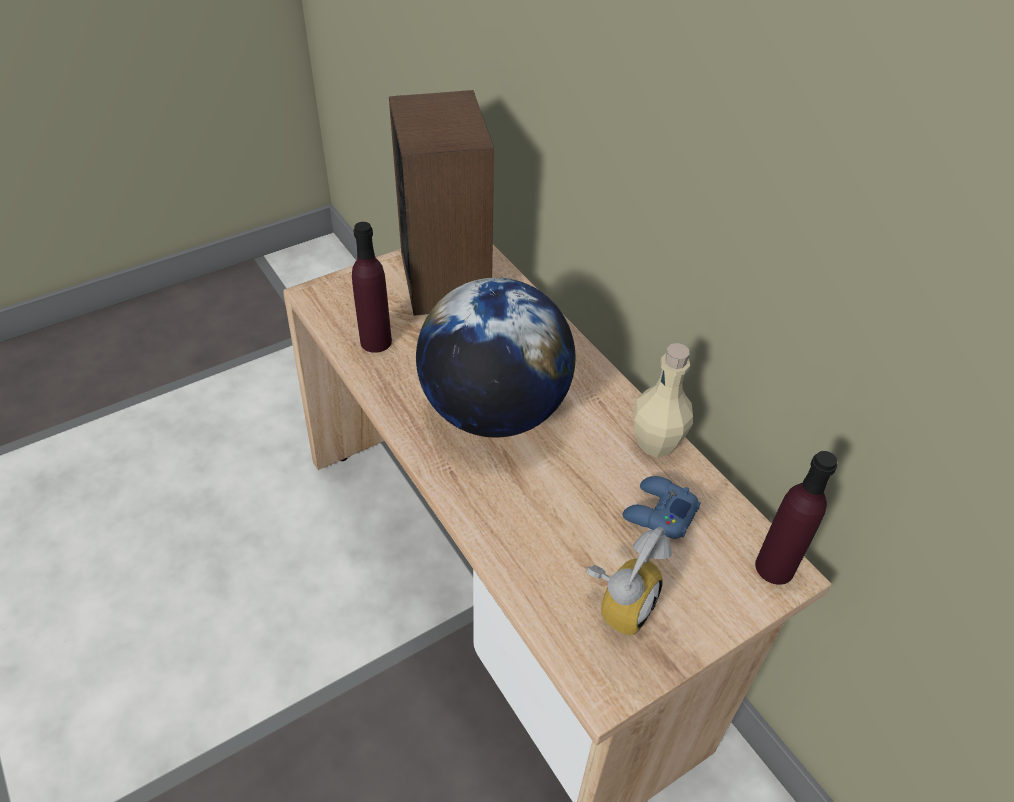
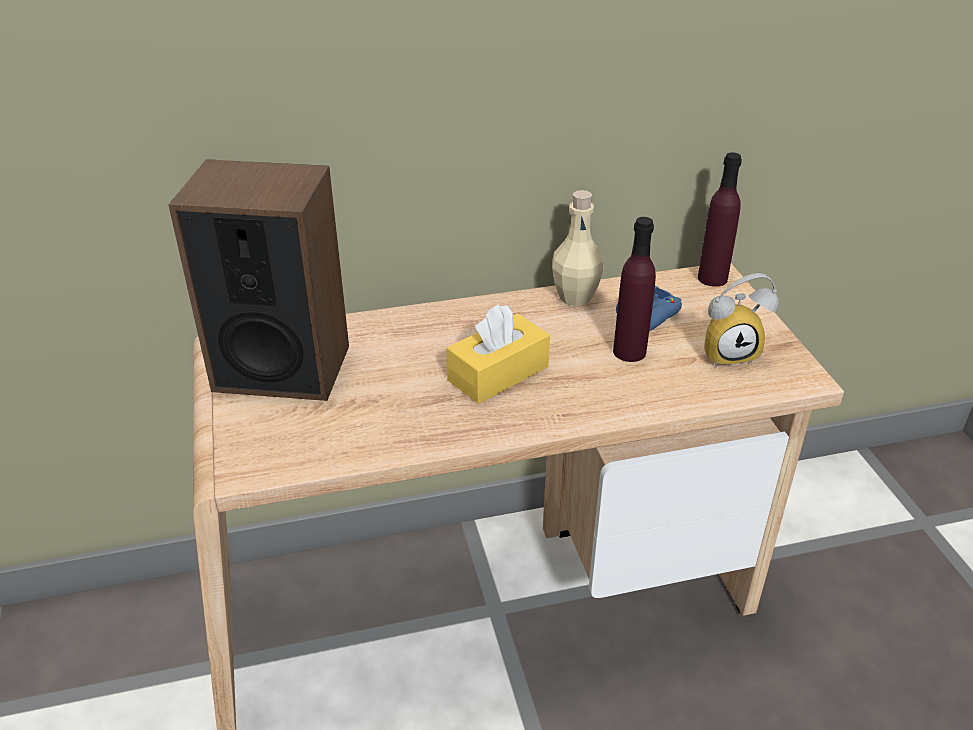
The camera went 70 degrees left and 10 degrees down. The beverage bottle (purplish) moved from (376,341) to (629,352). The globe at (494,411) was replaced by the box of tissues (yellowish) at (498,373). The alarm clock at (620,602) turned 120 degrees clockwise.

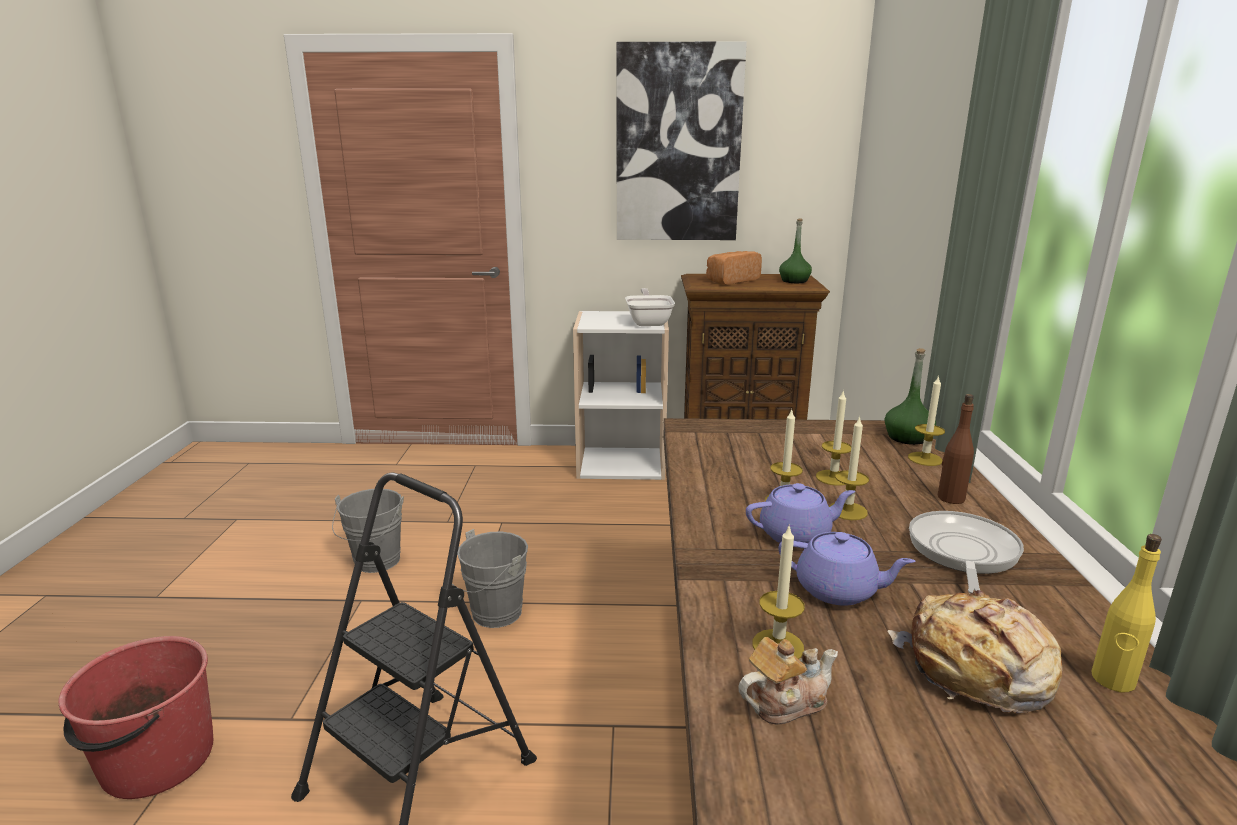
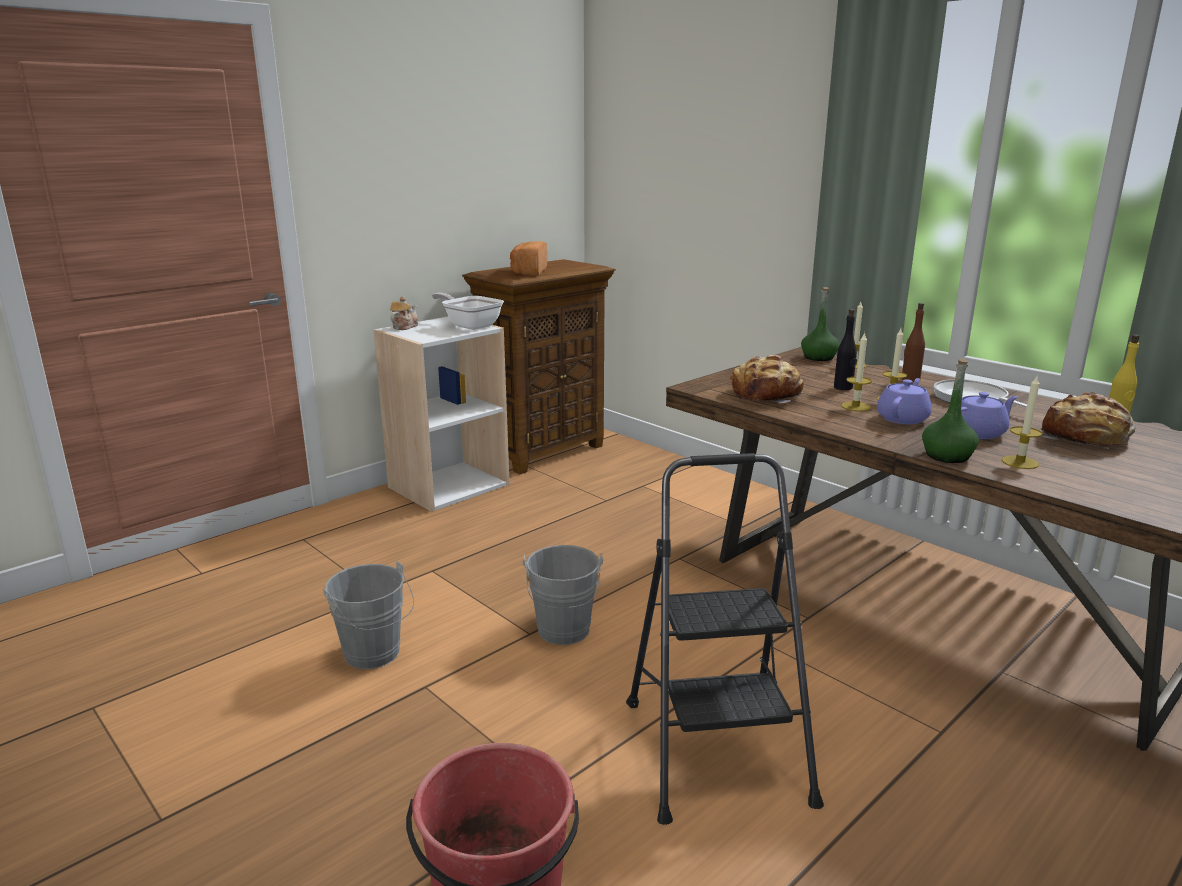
The camera went 45 degrees left and 0 degrees up. The picture at (678,145) disappeared. The beverage bottle (green) moved from (794,281) to (947,456). The candle at (833,477) was replaced by the beverage bottle (black) at (843,388). The tea pot moved from (784,702) to (404,327). The bakery bread at (766,395) appeared.

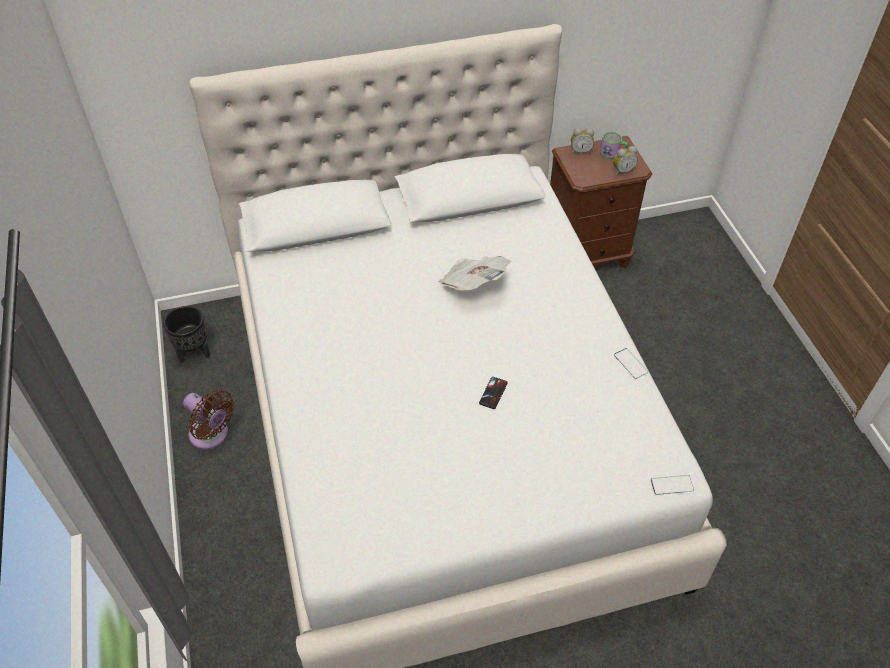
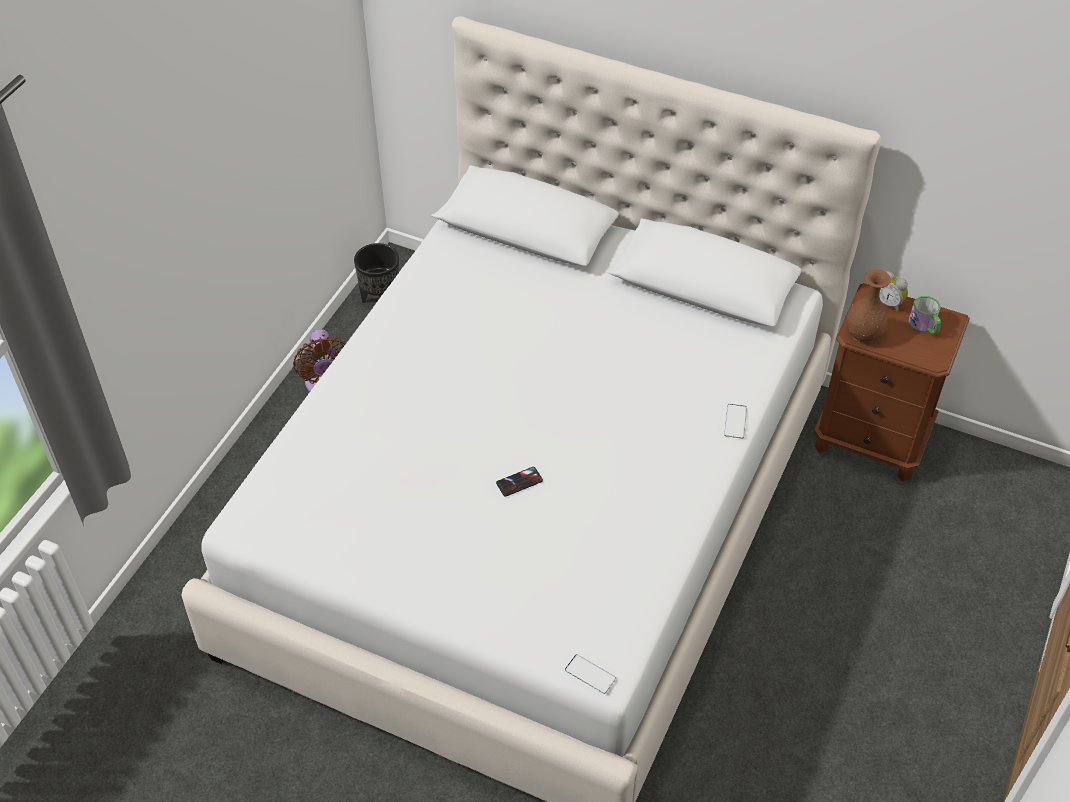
The camera went 40 degrees right and 0 degrees up. The alarm clock at (622,171) disappeared. The printed paper at (473,284) disappeared. The handset moved from (630,363) to (735,421). The decorative vase (brownish) at (863,334) appeared.

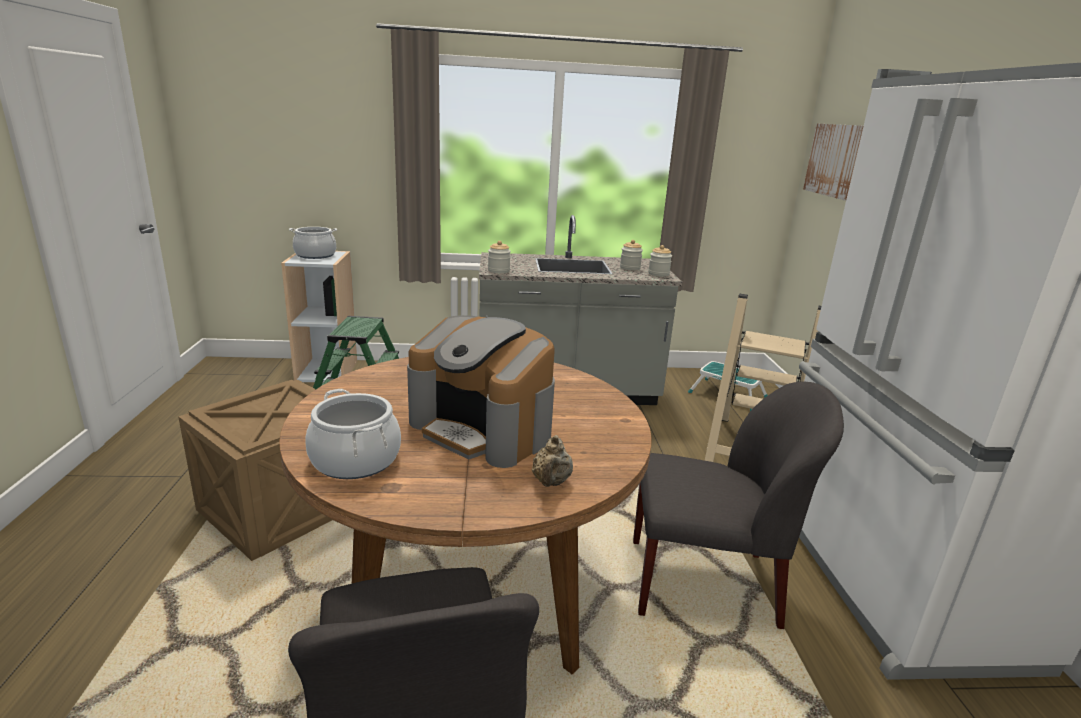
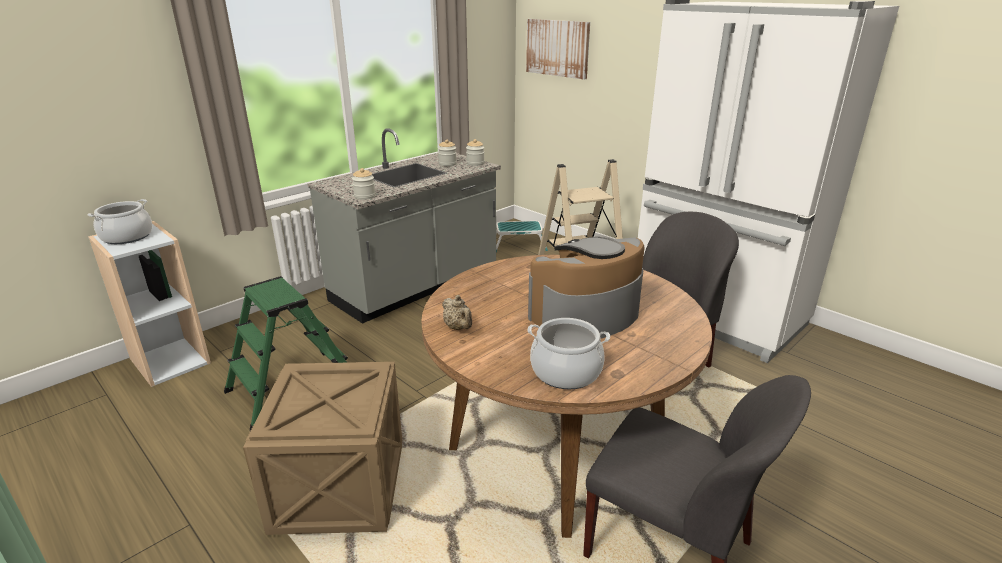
The camera went 40 degrees left and 5 degrees up. The coffee machine at (483,429) turned 150 degrees clockwise. The tea pot (beige-coloured) moved from (551,482) to (458,328).

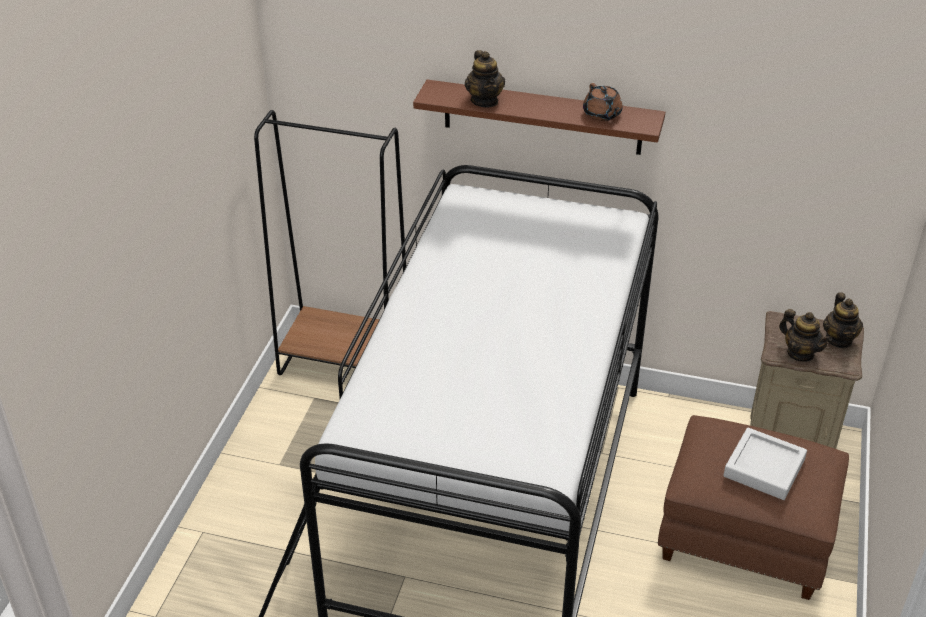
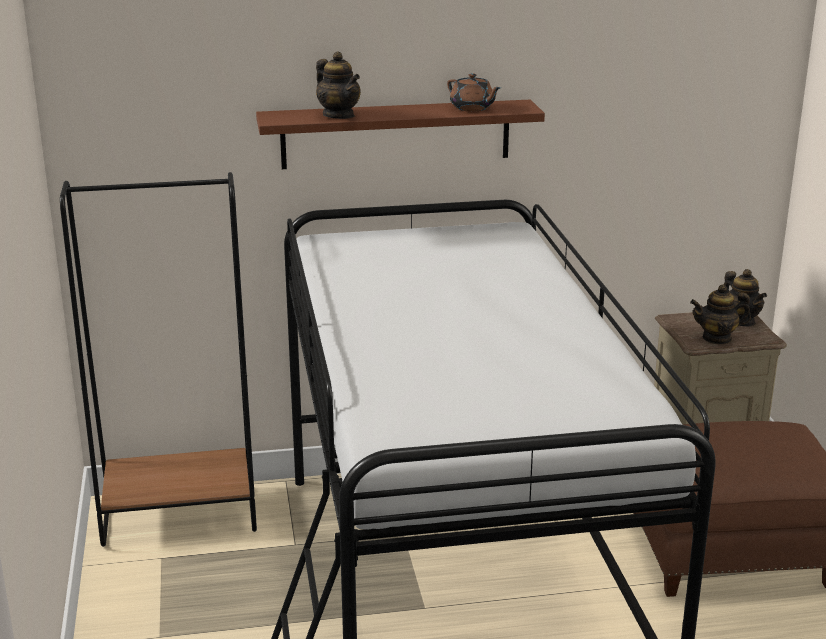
The camera went 25 degrees left and 15 degrees down. The tea pot at (800,353) turned 150 degrees clockwise. The carrying tray (gray) at (764,468) disappeared.

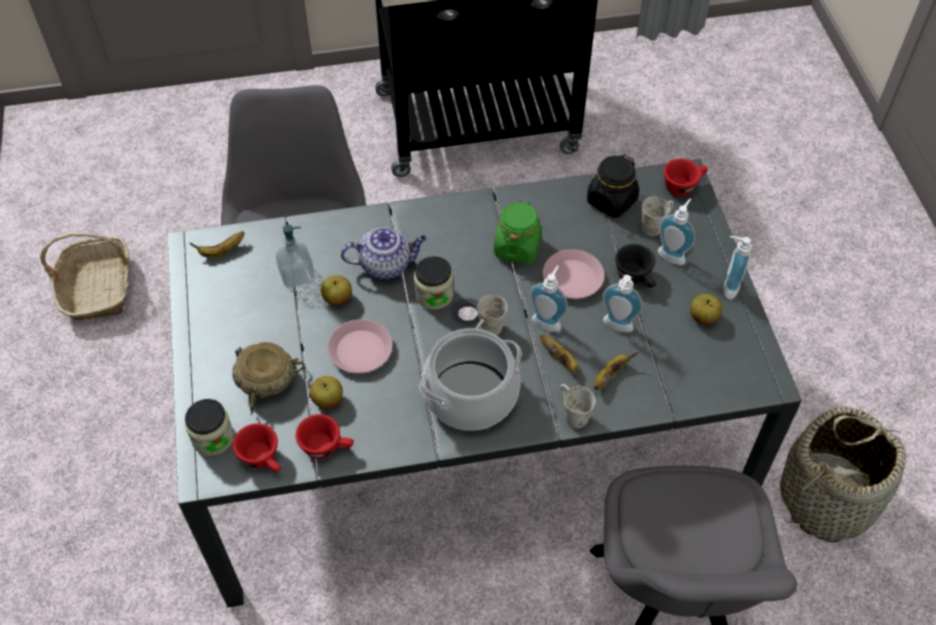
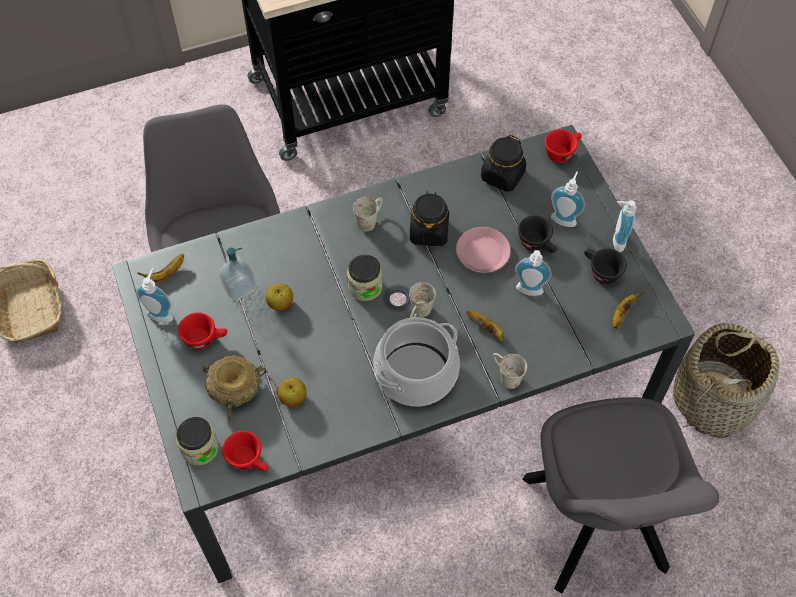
The camera went 10 degrees left and 5 degrees up. The coffee mug (whitish) moved from (656,225) to (370,220). The storage jar (green) at (517,247) became the storage jar (black) at (429,231). The tea pot at (386,265) disappeared. The soap dispenser moved from (548,321) to (161,313). The whole apple at (703,317) was replaced by the drinking cup (black) at (600,272). The dinner plate (pink) at (360,350) disappeared. The banana moved from (609,375) to (622,314). The drinking cup (reddish) moved from (327,447) to (205,338).

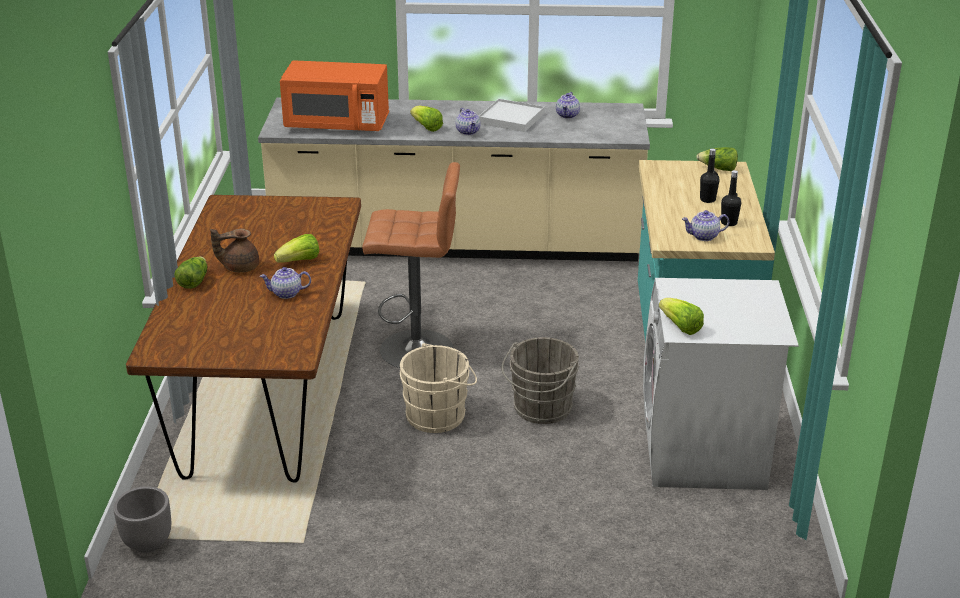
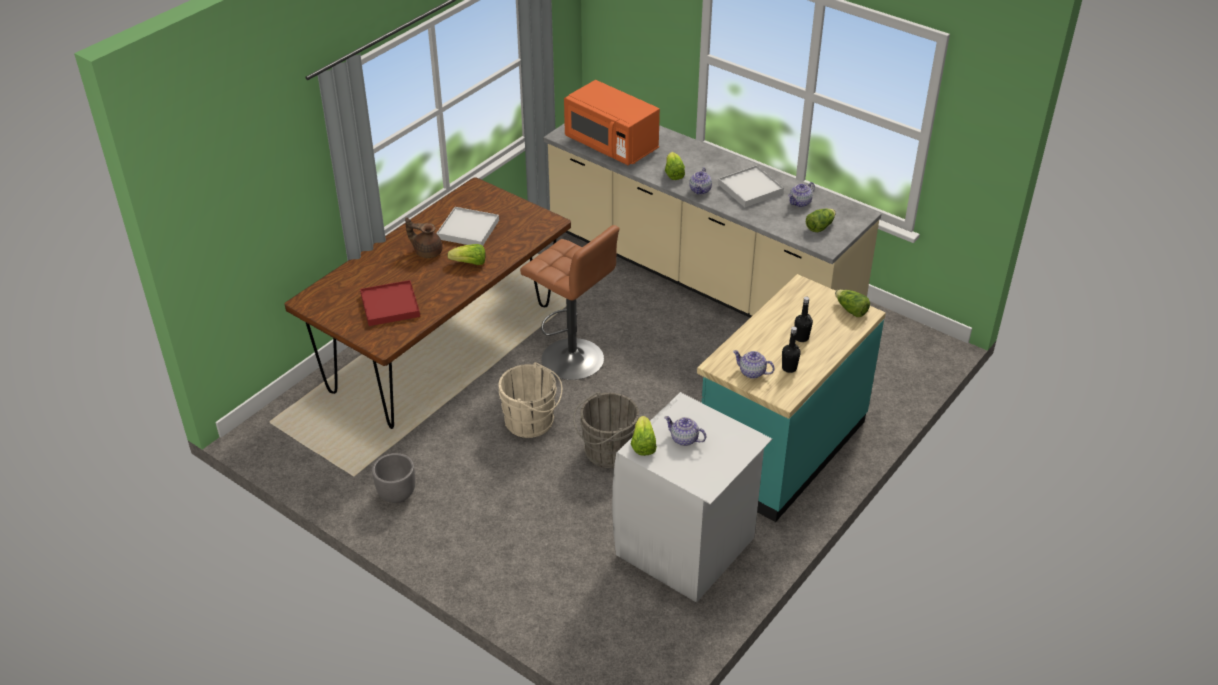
The camera went 35 degrees right and 10 degrees up. The lettuce head moved from (193,281) to (819,226). The tea pot moved from (286,293) to (684,439). The flower pot (gray) moved from (147,543) to (396,494). The carrying tray (whitish) at (468,229) appeared. The carrying tray (reddish) at (390,305) appeared.

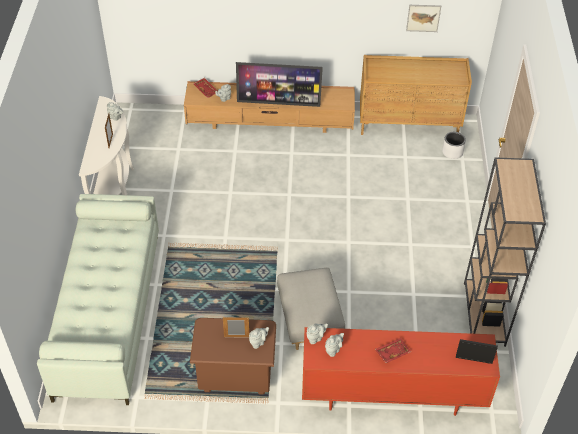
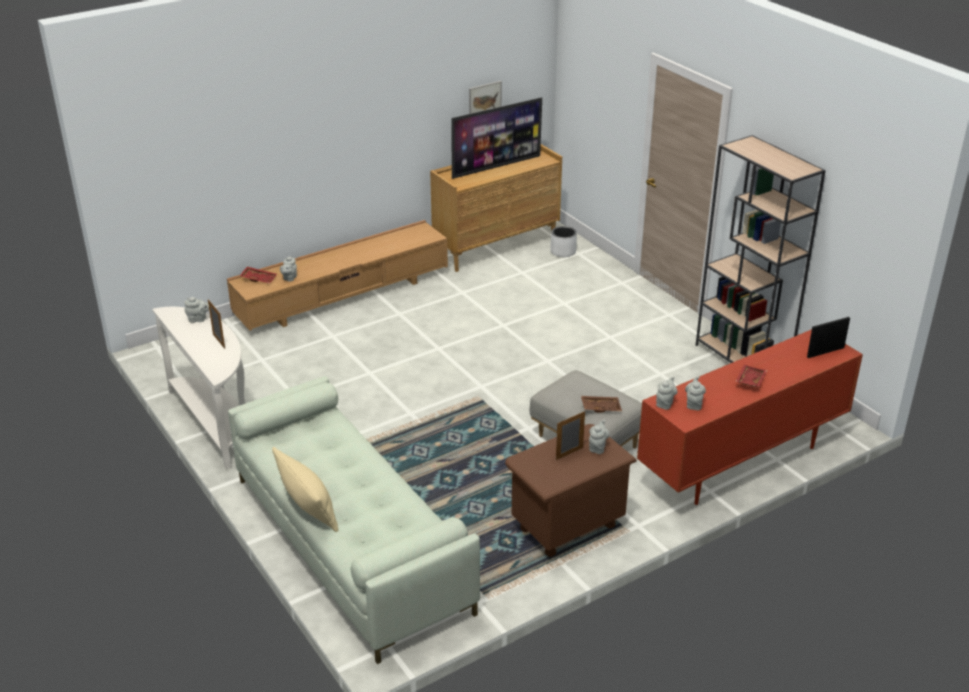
The camera went 35 degrees left and 15 degrees down. The TV set moved from (278,103) to (496,166). The carrying tray (brownish) at (600,407) appeared. The throw pillow (beige-coloured) at (308,507) appeared.

